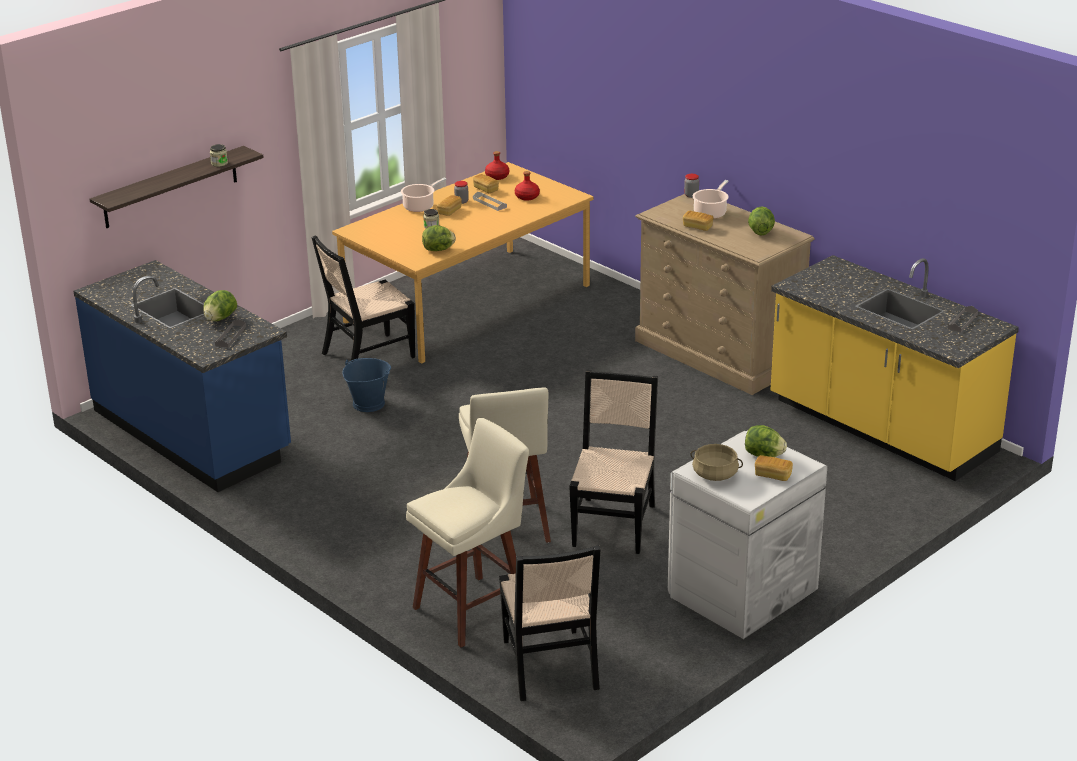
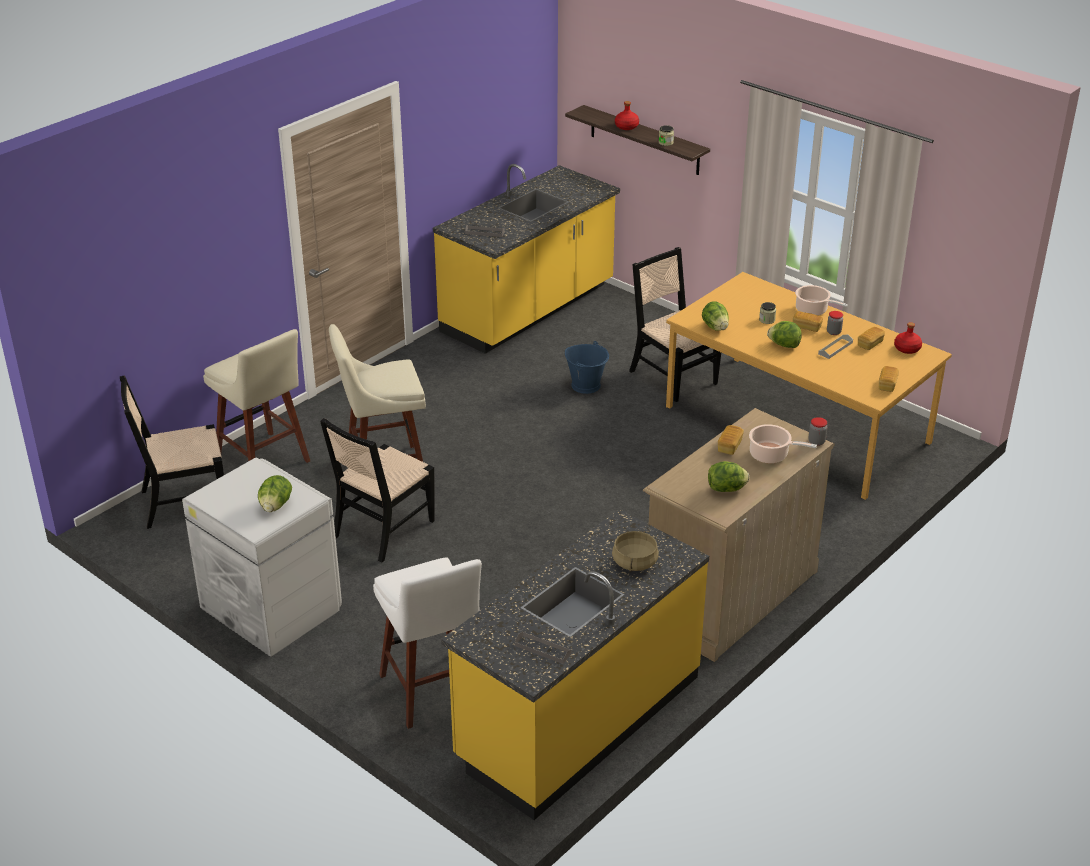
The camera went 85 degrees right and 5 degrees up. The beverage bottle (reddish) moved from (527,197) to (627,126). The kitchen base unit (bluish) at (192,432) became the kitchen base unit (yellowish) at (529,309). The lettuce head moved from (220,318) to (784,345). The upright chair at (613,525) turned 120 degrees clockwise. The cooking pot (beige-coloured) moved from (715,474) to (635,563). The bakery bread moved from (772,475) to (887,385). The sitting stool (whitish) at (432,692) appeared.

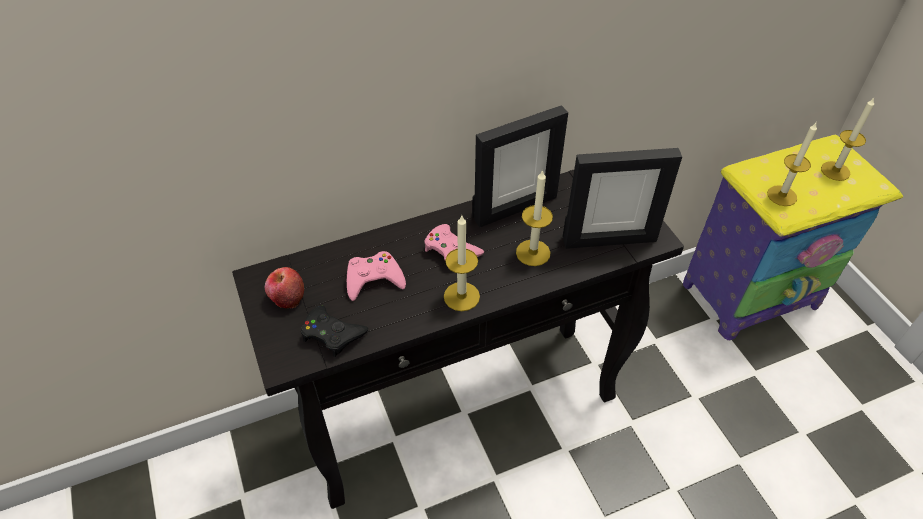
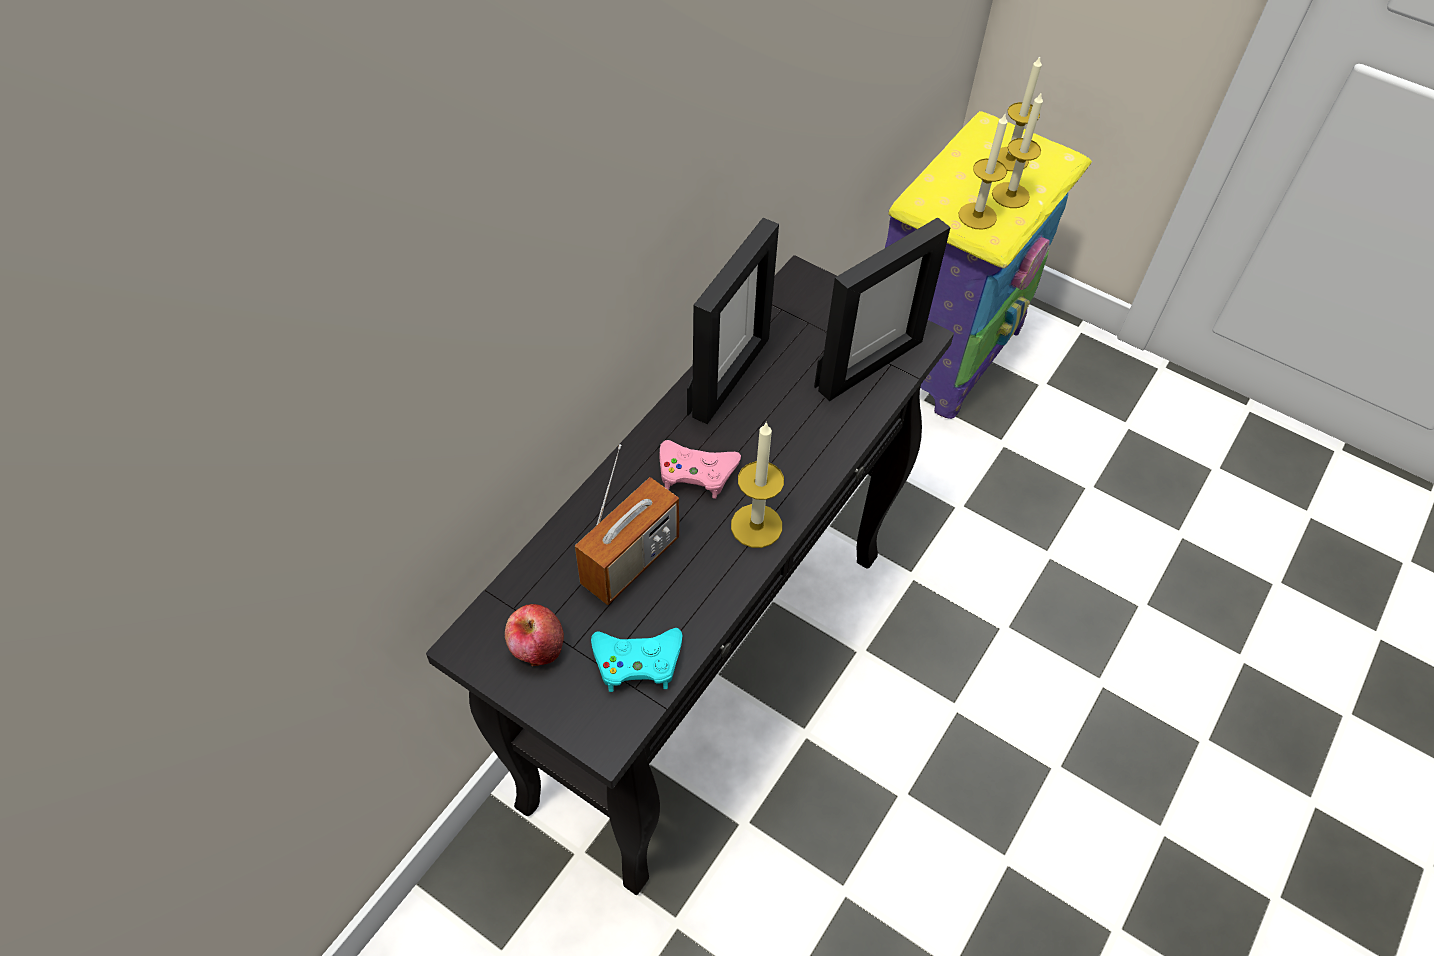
The camera went 35 degrees left and 5 degrees up. The candle moved from (533,253) to (1010,195). The gamepad (pink) at (374,279) was replaced by the radio set at (630,561). The gamepad (black) at (332,334) became the gamepad (turquoise) at (637,661).

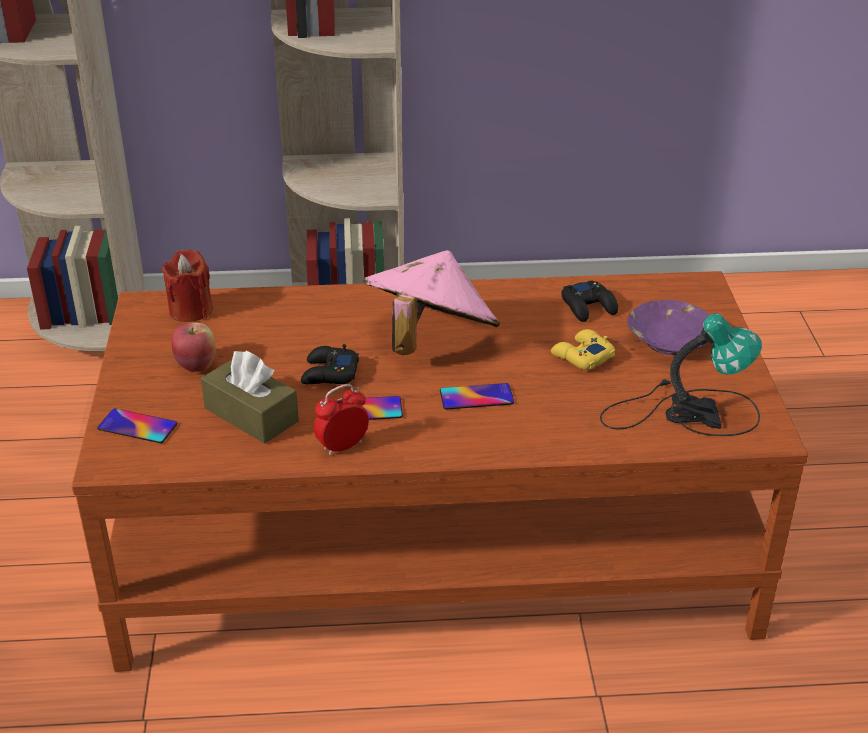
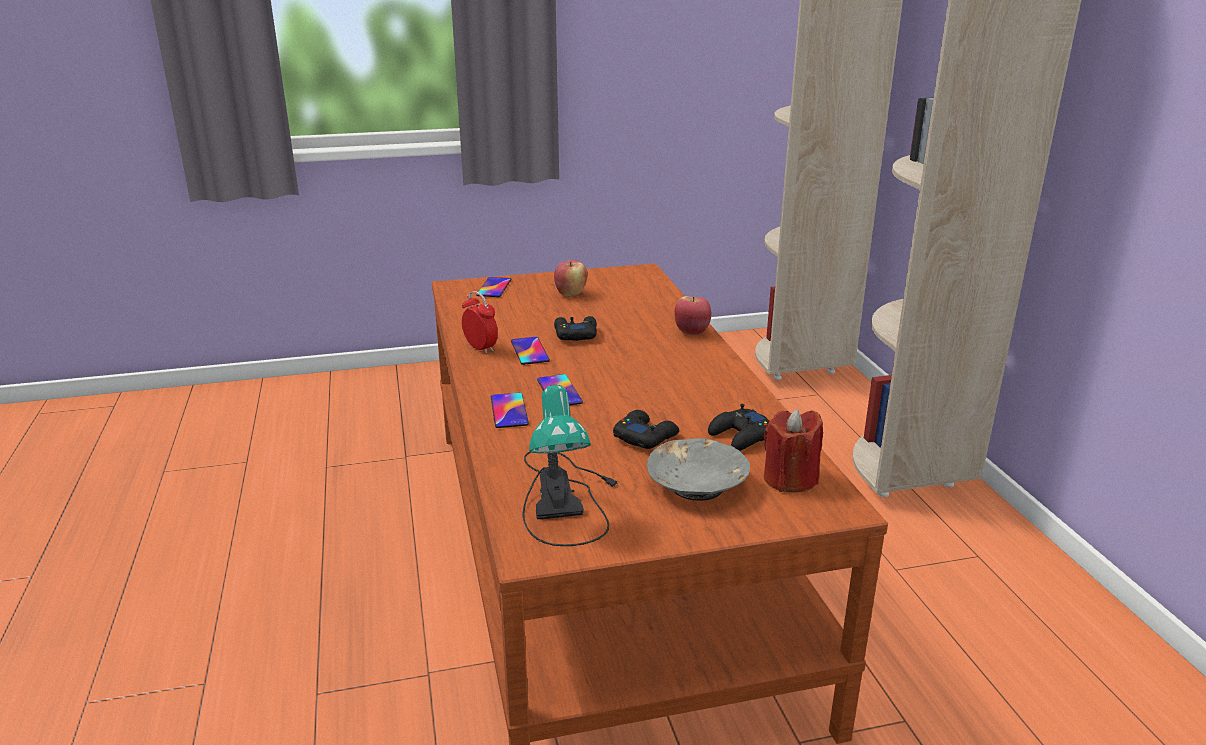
The camera went 80 degrees right and 10 degrees down. The candle (reddish) moved from (191,310) to (790,479). The clothing hat (pink) at (430,340) disappeared. The deep dish (purplish) at (668,341) became the deep dish (gray) at (698,485). The gamepad (yellowish) at (582,356) became the gamepad (black) at (645,436). The box of tissues (brownish) at (251,415) disappeared. The whole apple at (692,332) appeared. The handset at (509,411) appeared.

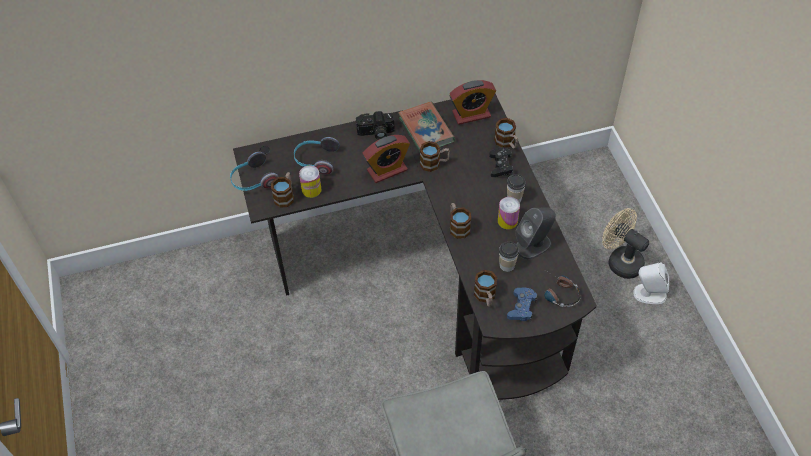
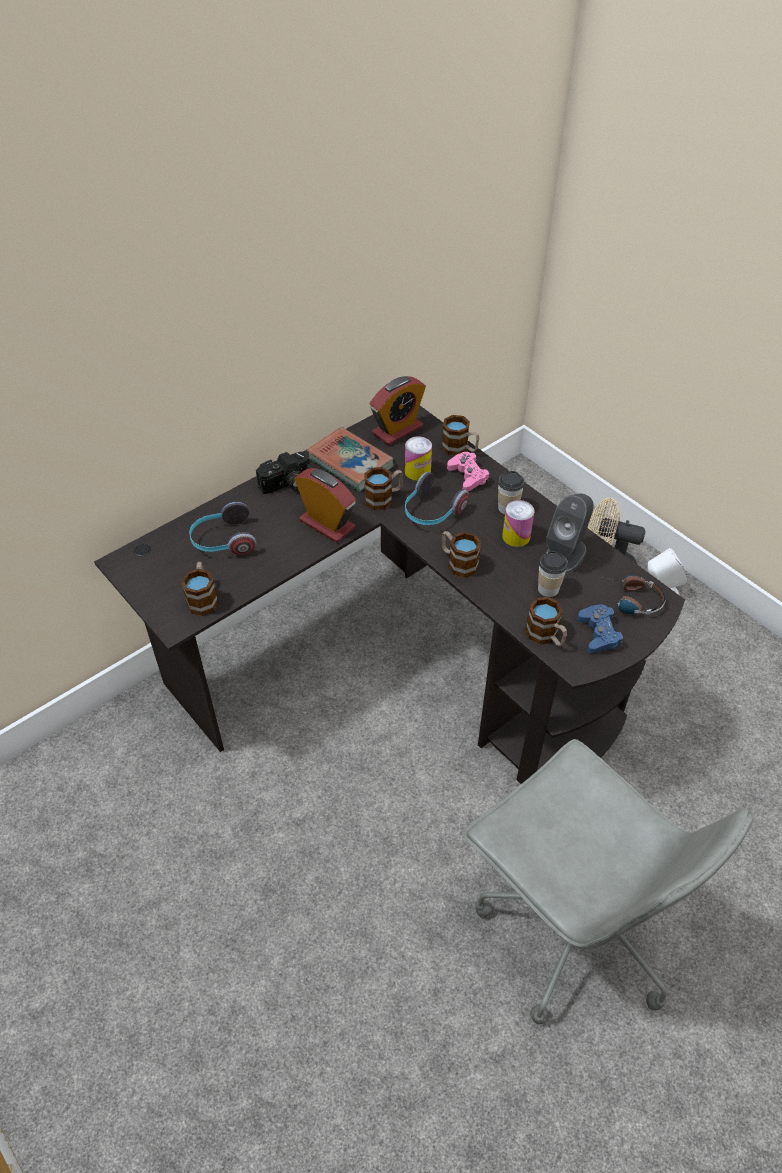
The camera went 25 degrees left and 5 degrees down. The alarm clock at (387,170) turned 90 degrees counterclockwise. The gamepad (black) at (500,165) became the gamepad (pink) at (468,476). The pair of headphones moved from (253,180) to (431,512). The metal can moved from (311,189) to (417,472).

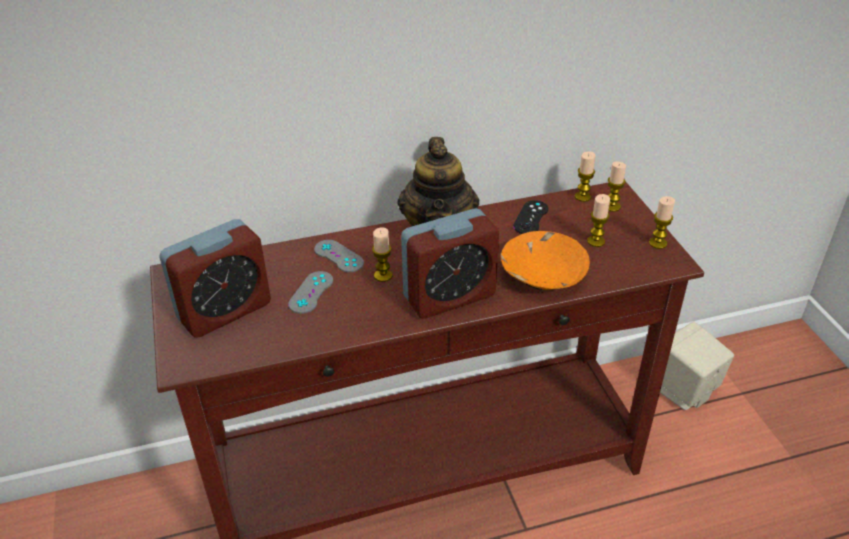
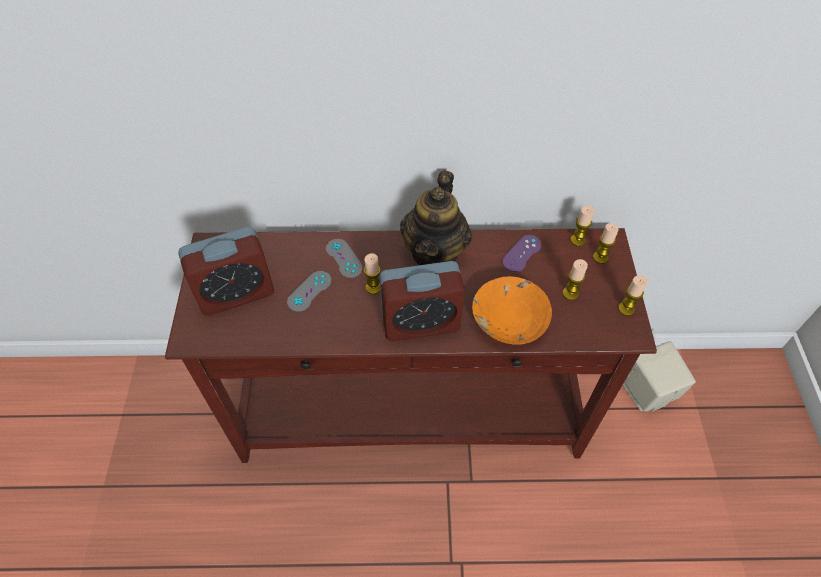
The camera went 15 degrees right and 15 degrees up. The gamepad (black) at (530,218) became the gamepad (purplish) at (522,253).

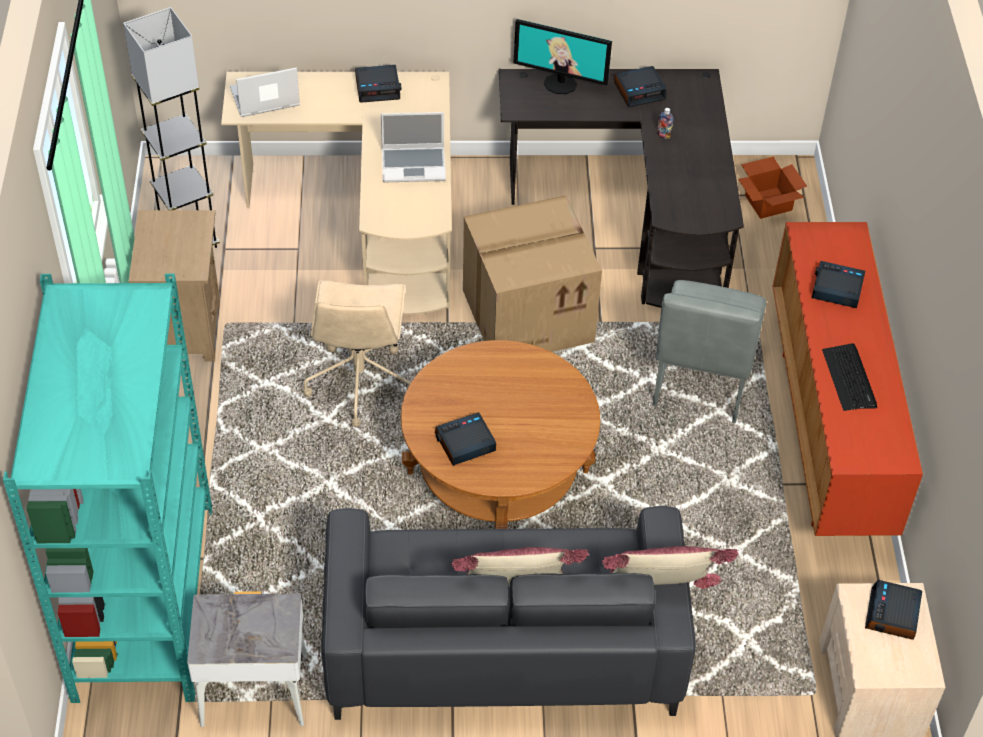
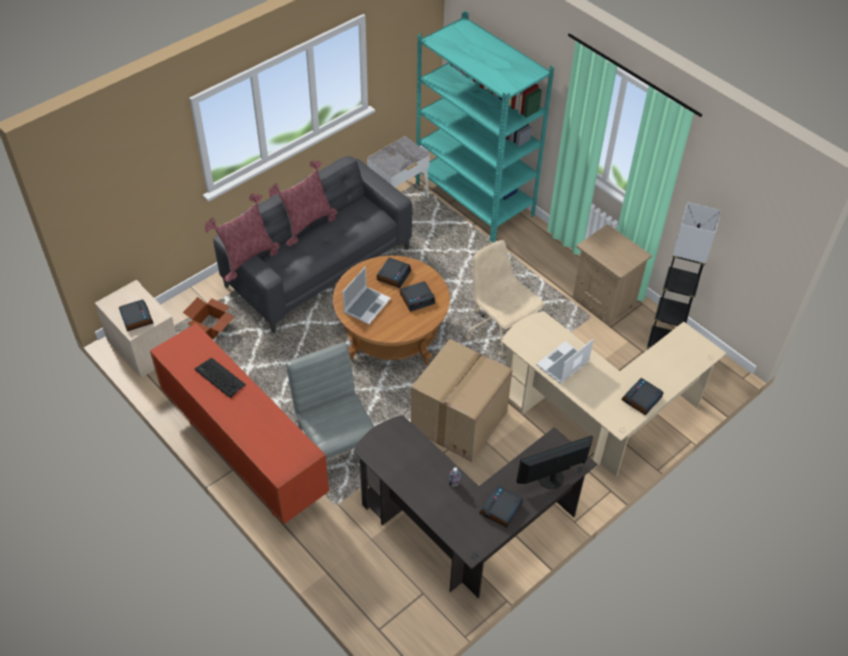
The camera went 140 degrees right and 0 degrees up. The notebook computer moved from (264,98) to (366,305). The packing box moved from (768,201) to (211,328). The alarm clock moved from (836,289) to (417,298).

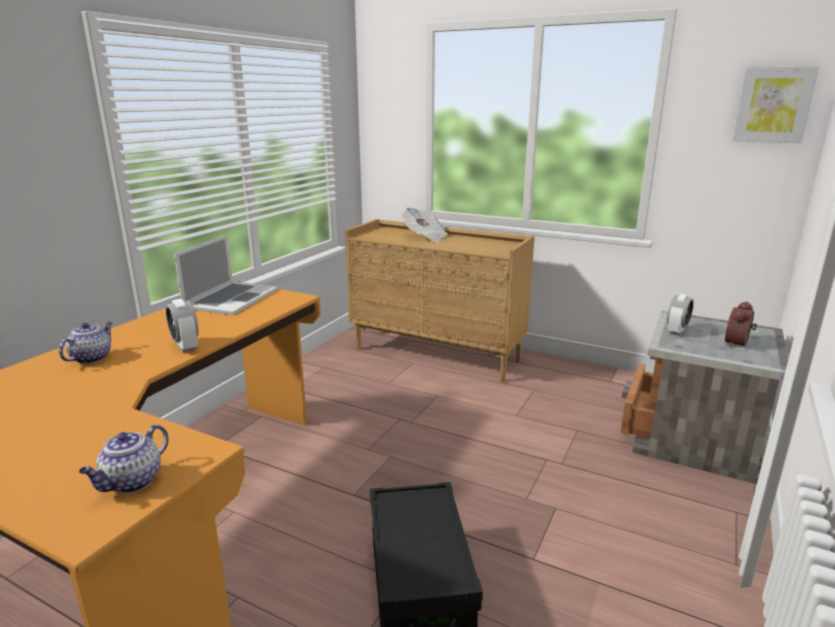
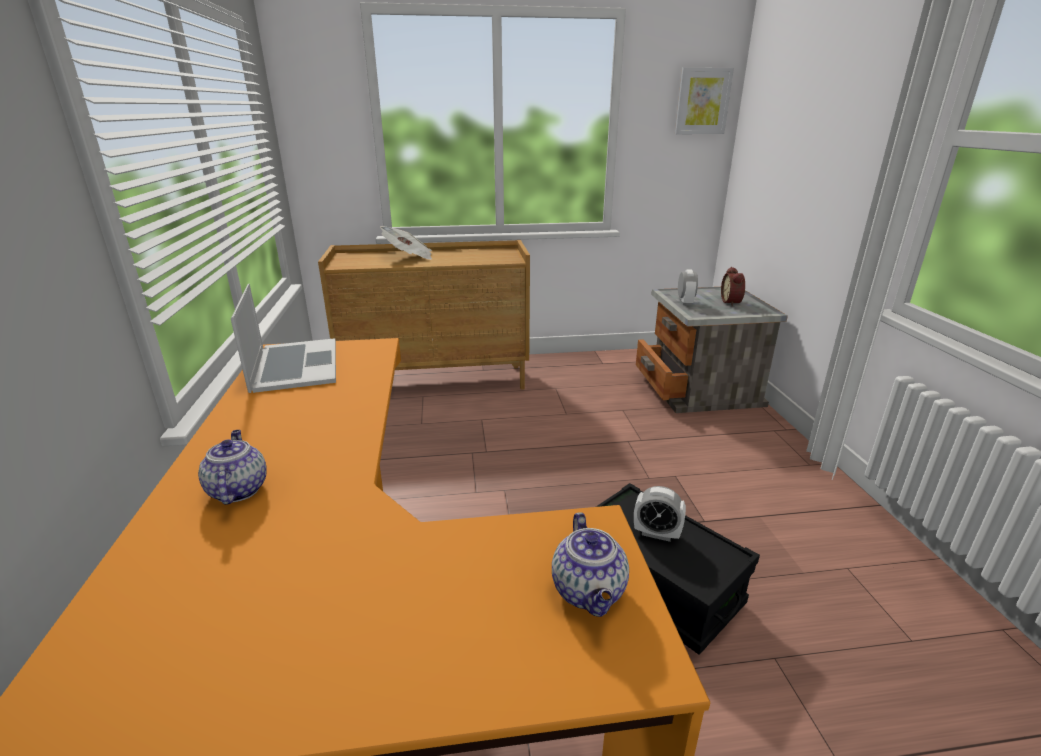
The camera went 35 degrees left and 5 degrees up. The alarm clock moved from (186,346) to (656,533).

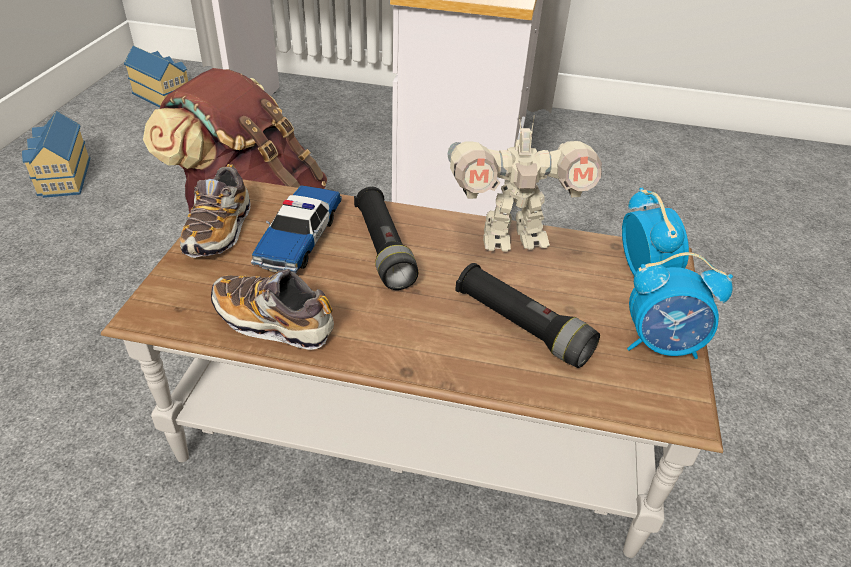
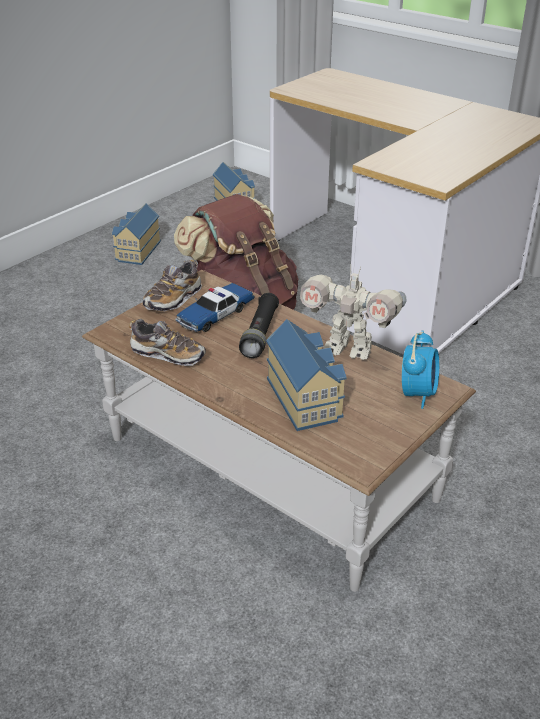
The camera went 30 degrees right and 5 degrees down. The alarm clock at (662,345) disappeared. The flashlight (black) at (521,327) was replaced by the model house at (306,397). The low shoe at (273,322) turned 150 degrees clockwise.

